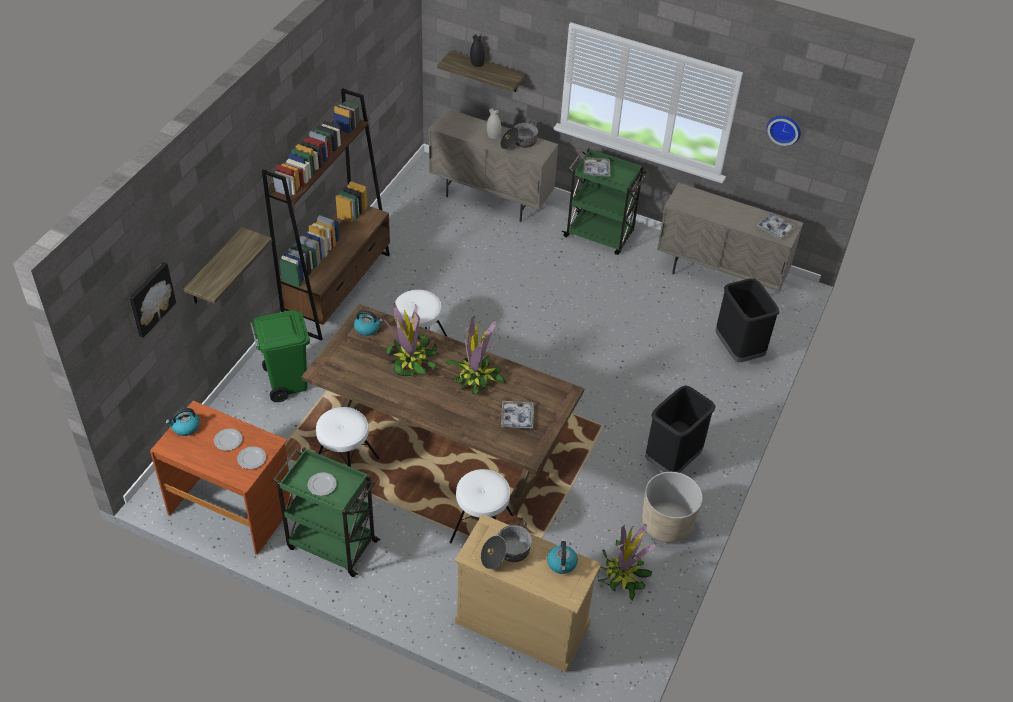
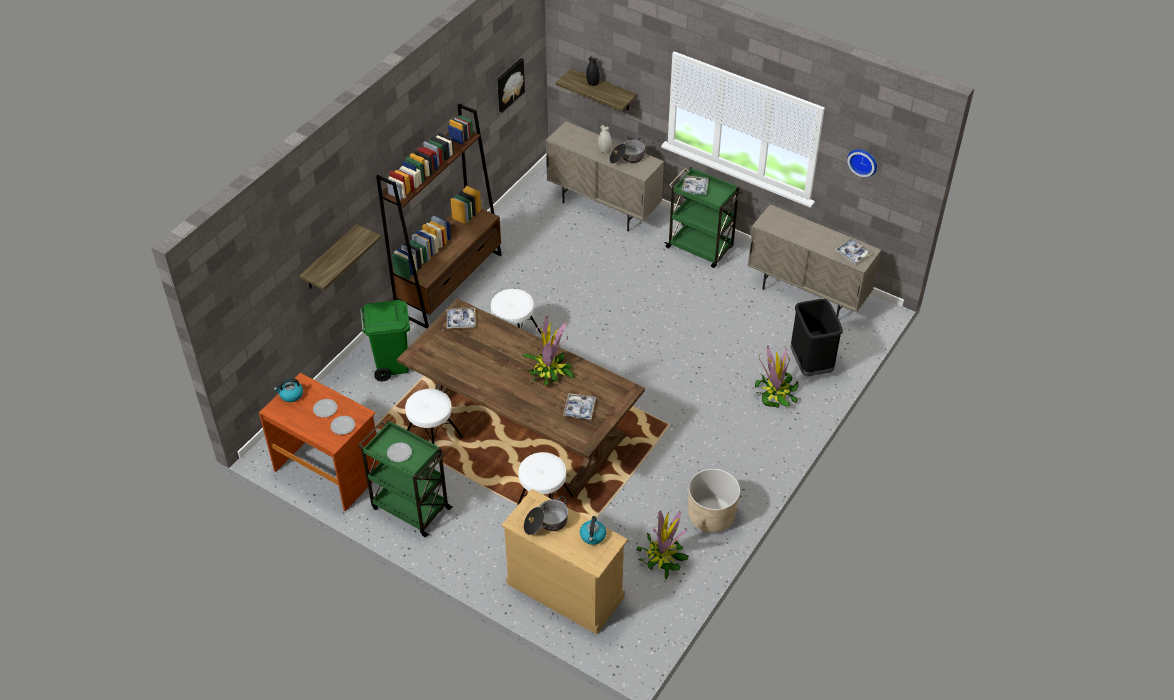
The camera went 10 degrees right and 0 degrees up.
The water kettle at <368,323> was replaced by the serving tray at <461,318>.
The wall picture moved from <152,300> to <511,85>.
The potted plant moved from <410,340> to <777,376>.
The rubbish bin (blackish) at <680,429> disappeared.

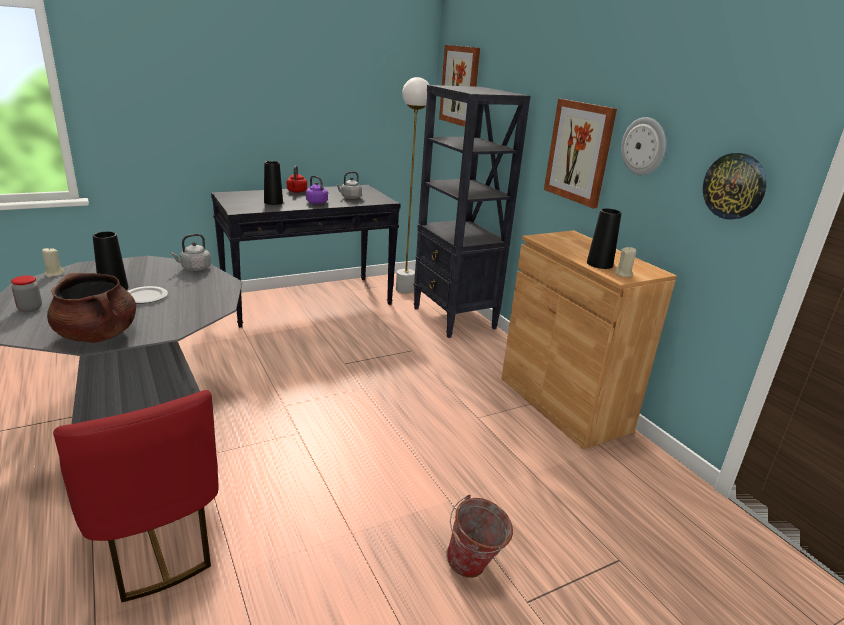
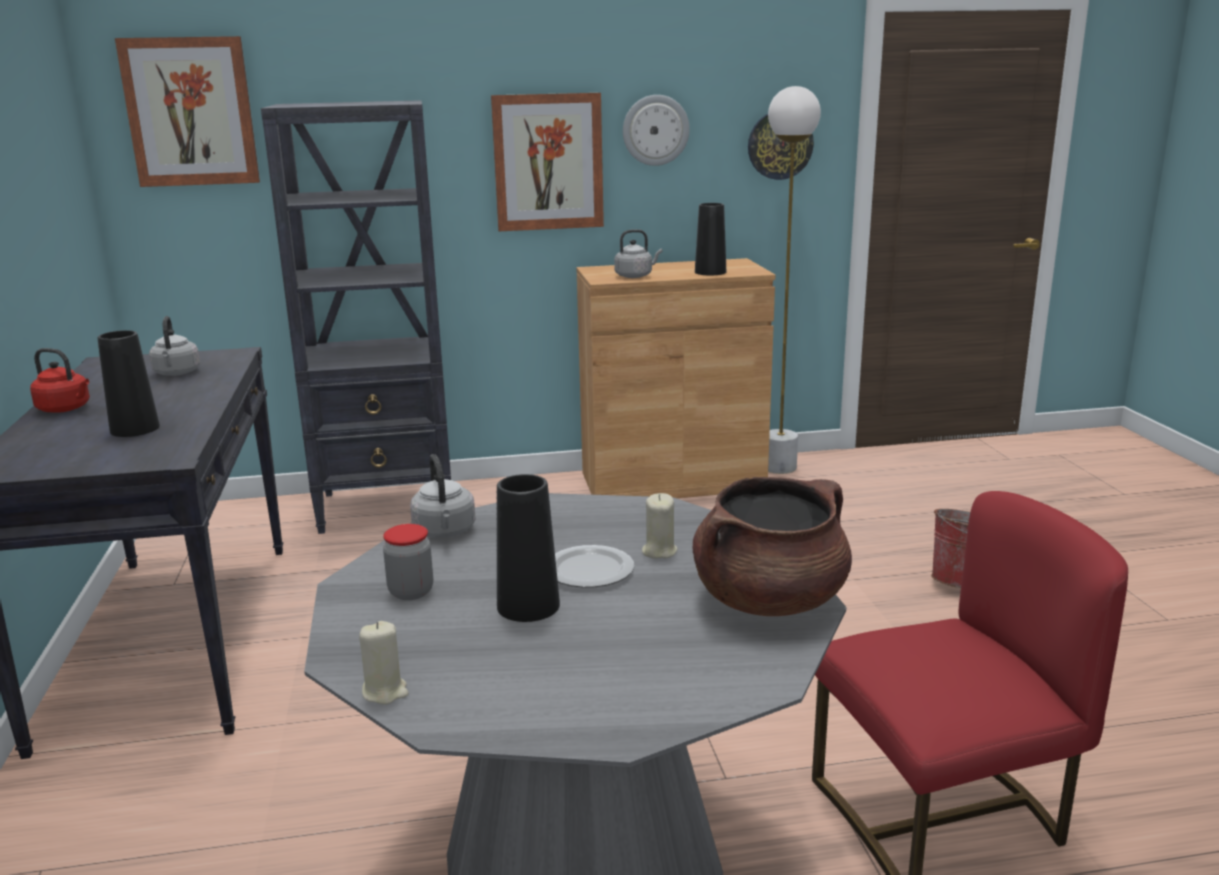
The camera went 70 degrees left and 5 degrees down.
The jar moved from <26,294> to <408,562>.
The water kettle (grey) at <638,253> appeared.
The wax candle (sand-coloured) moved from <625,262> to <660,526>.
The standard lamp (whitish) moved from <412,185> to <794,280>.
The water kettle (purple) at <317,190> disappeared.

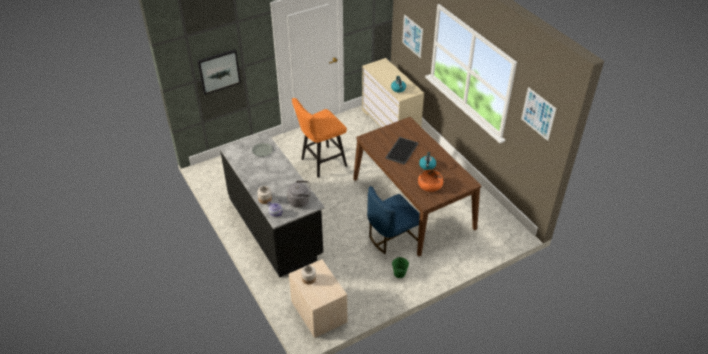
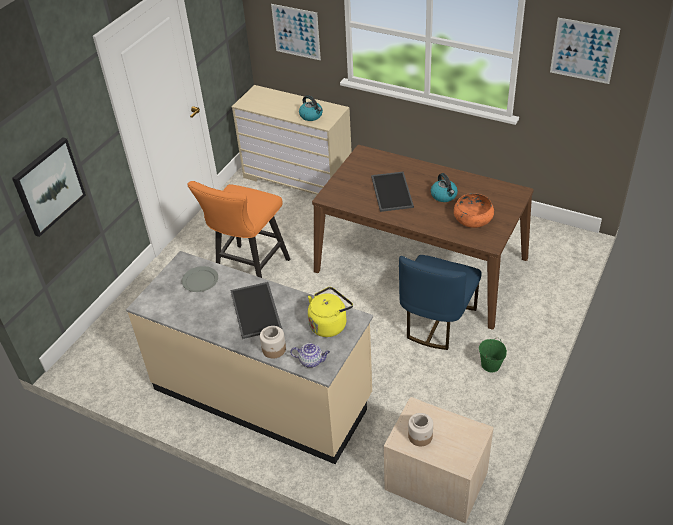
The camera went 30 degrees left and 0 degrees up.
The kitchen base unit (blackish) at <272,204> became the kitchen base unit (sand-coloured) at <249,357>.
The serving tray at <256,310> appeared.
The water kettle (grey) at <299,194> became the water kettle (yellowish) at <330,312>.

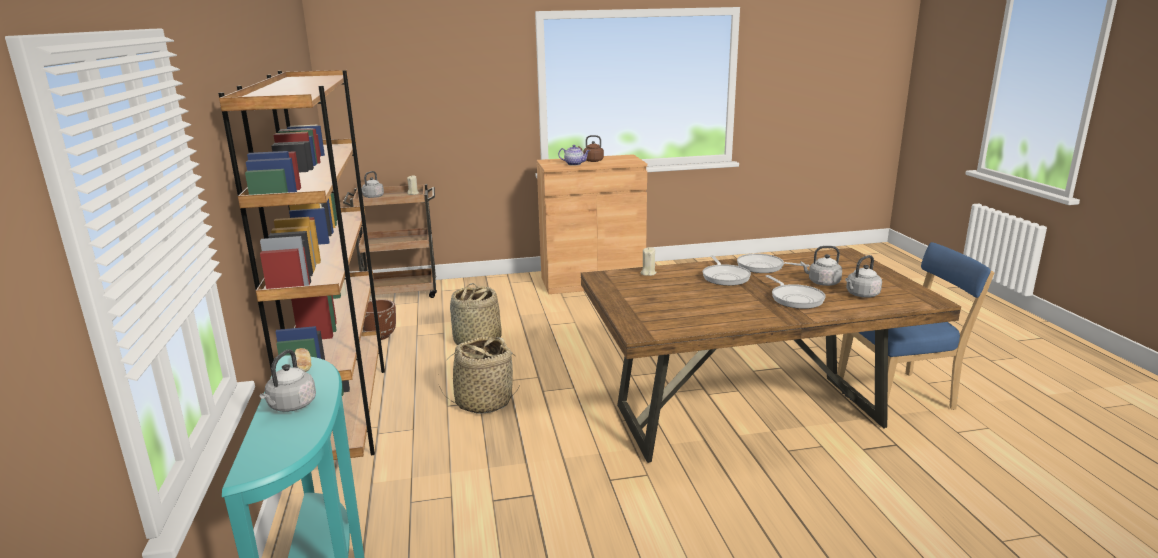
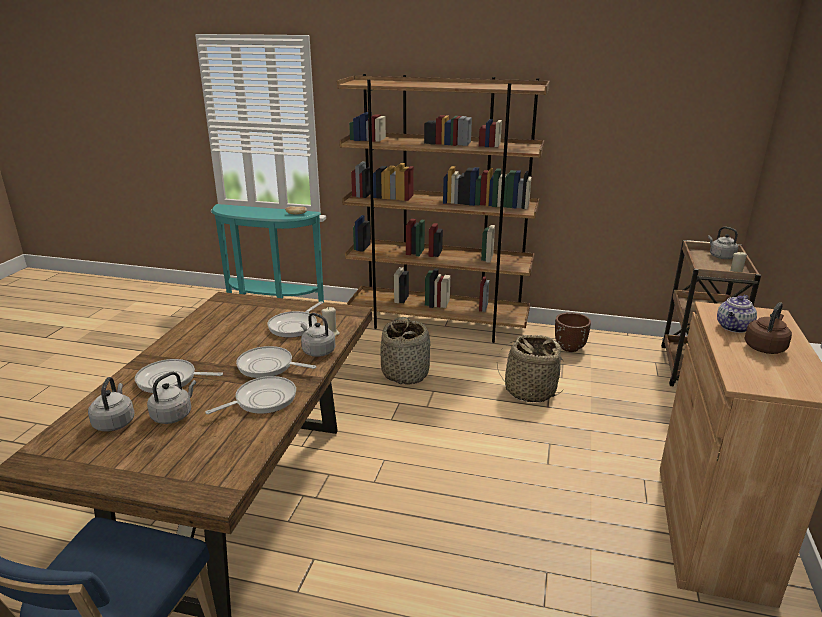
The camera went 115 degrees right and 5 degrees up.
The pan at <295,319> appeared.
The water kettle (grey) moved from <288,380> to <318,335>.

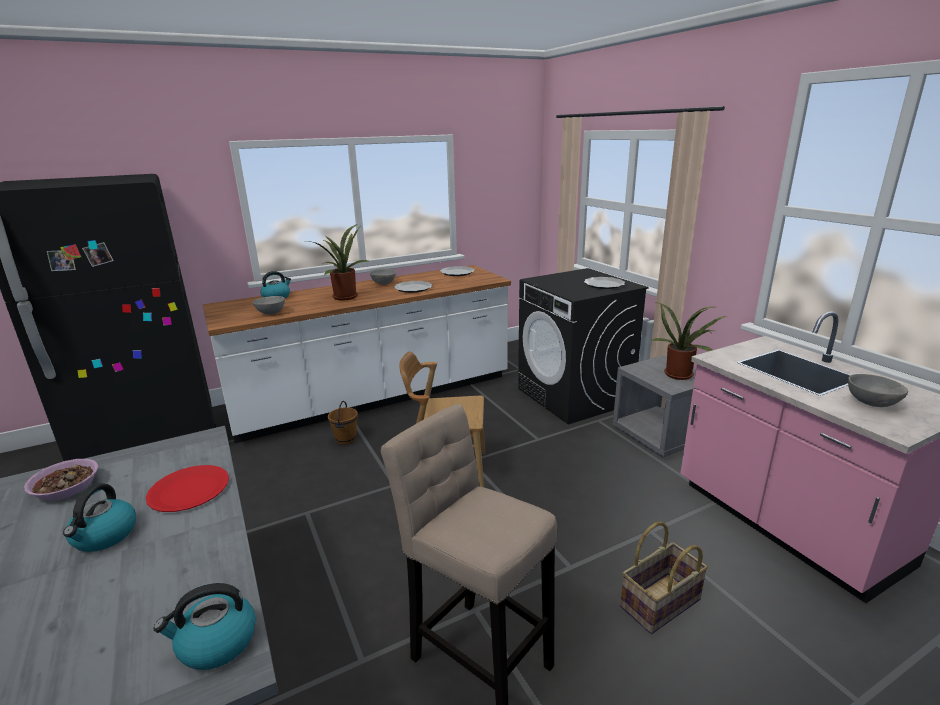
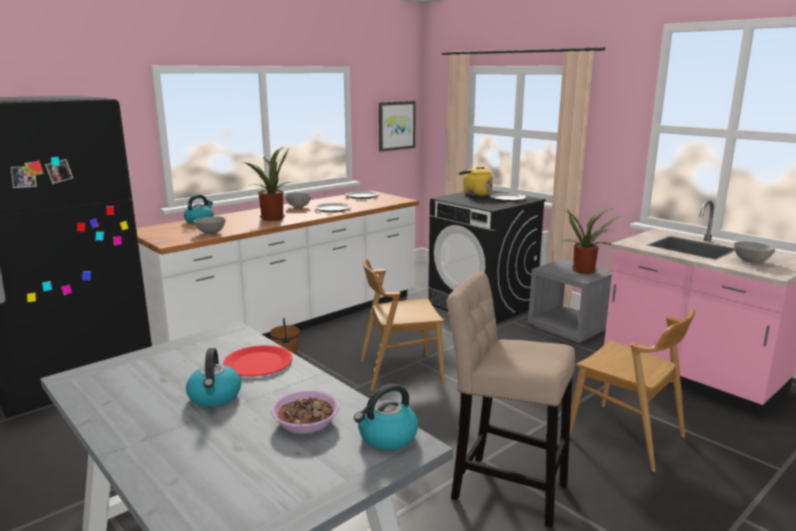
The camera went 15 degrees left and 5 degrees down.
The deep dish moved from <61,480> to <305,412>.
The wall picture at <397,126> appeared.
The water kettle (yellowish) at <476,181> appeared.
The storage basket at <664,578> was replaced by the chair (brownish) at <632,390>.

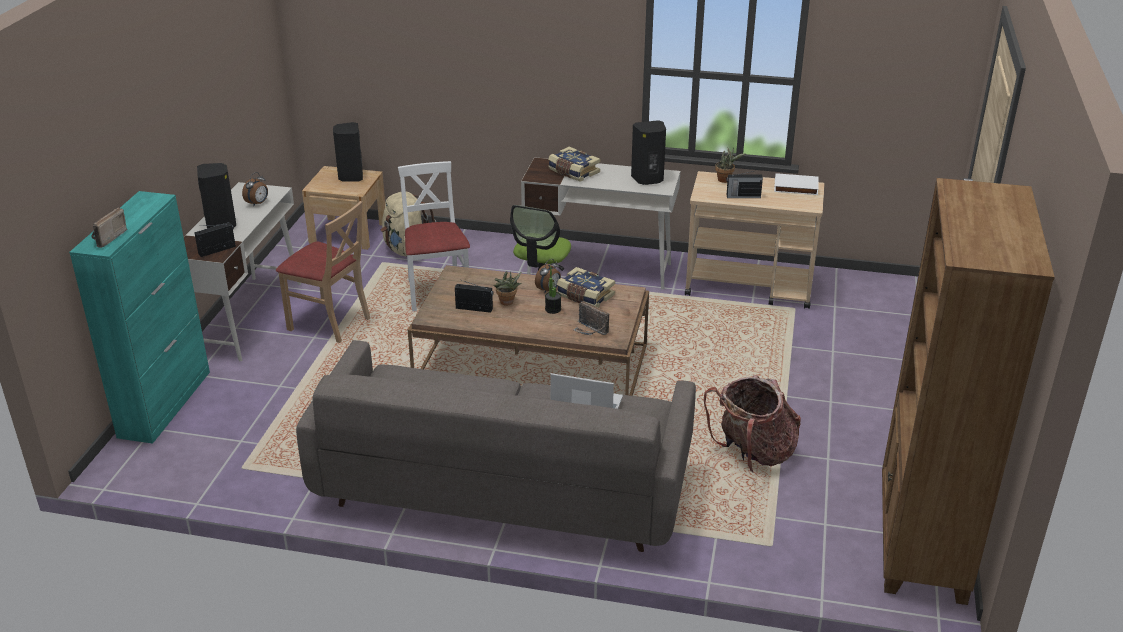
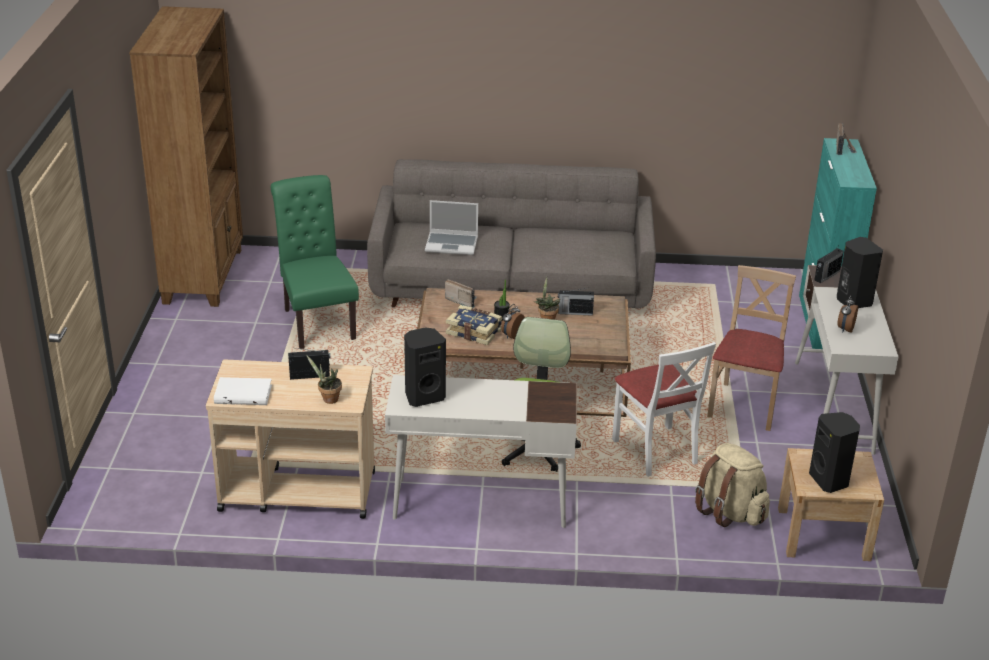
The camera went 170 degrees right and 0 degrees up.
The backpack at <752,423> was replaced by the chair (green) at <315,262>.
The chair (sand-coloured) at <323,272> turned 90 degrees clockwise.
The book at <574,164> disappeared.

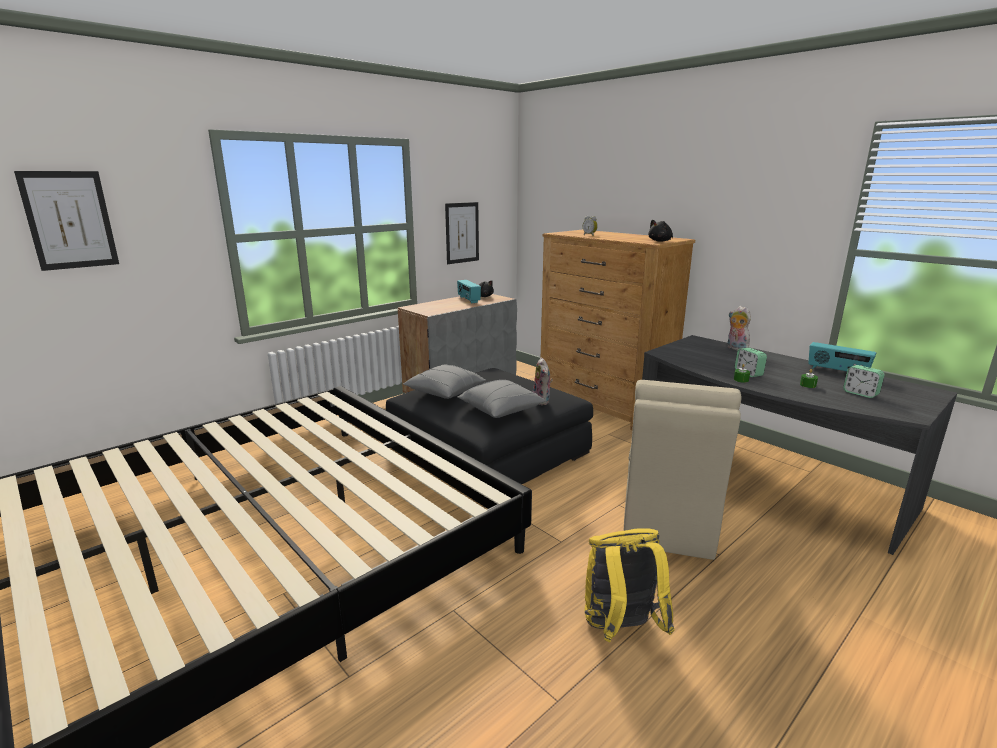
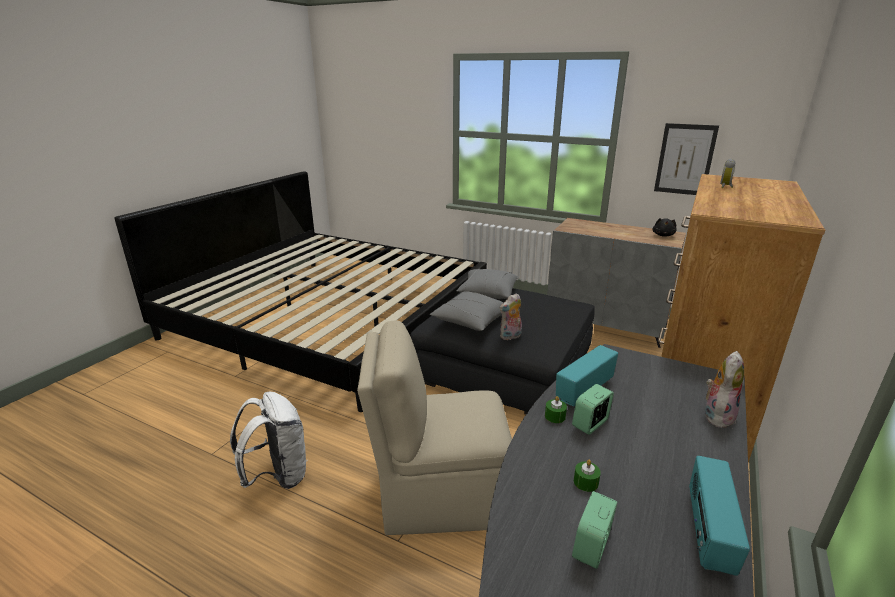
The camera went 70 degrees right and 5 degrees up.
The backpack (yellowish) at <629,585> became the backpack (whitish) at <269,440>.
The radio moved from <469,291> to <587,376>.
The wall picture at <66,221> disappeared.
The cuddly toy (blackish) at <660,230> disappeared.

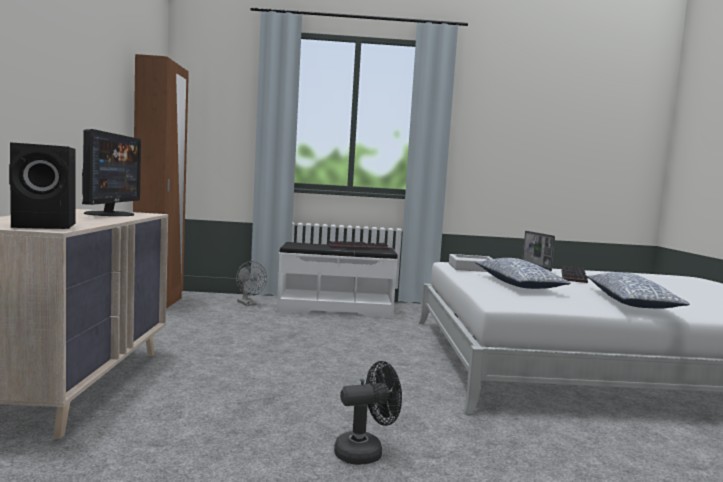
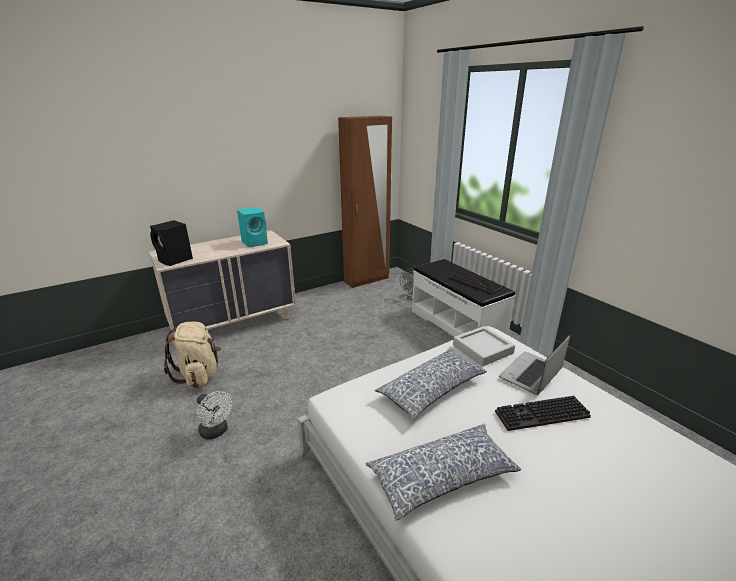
The camera went 60 degrees right and 20 degrees up.
The backpack (sand-coloured) at <192,355> appeared.
The electric fan (blackish) at <368,413> became the electric fan (whitish) at <214,415>.
The monitor at <111,172> was replaced by the speaker (turquoise) at <252,227>.

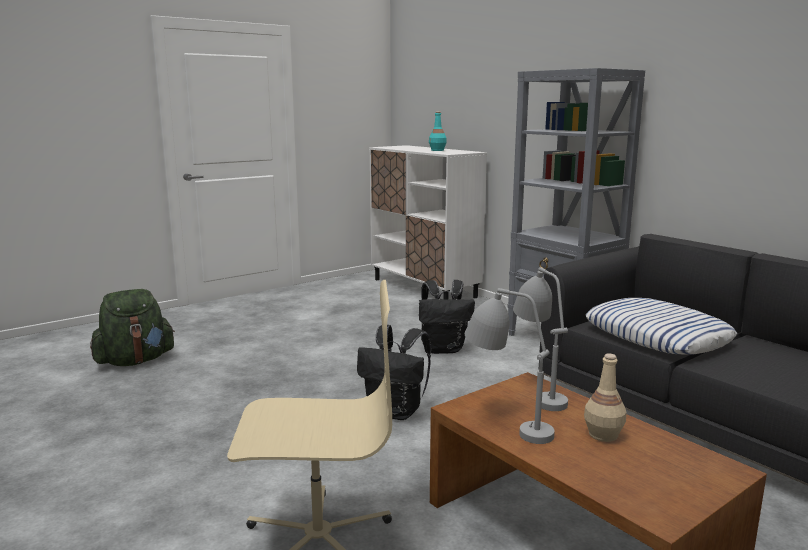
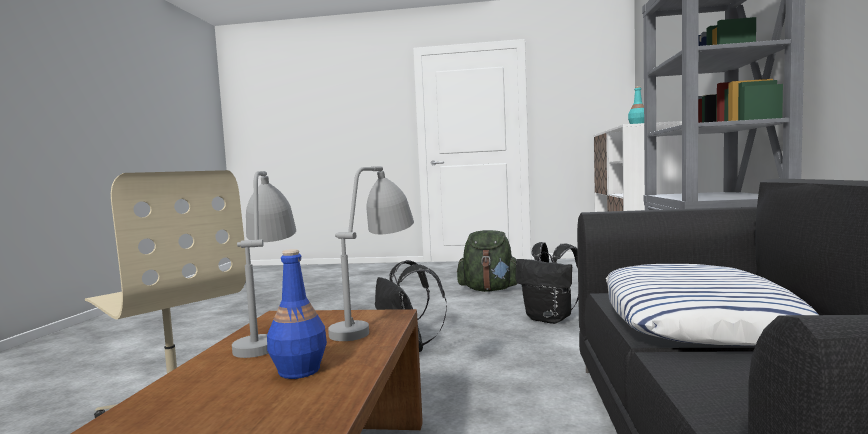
The camera went 45 degrees right and 10 degrees down.
The bottle (sand-coloured) at <605,397> became the bottle (bluish) at <297,314>.
The backpack (green) moved from <132,327> to <487,261>.

